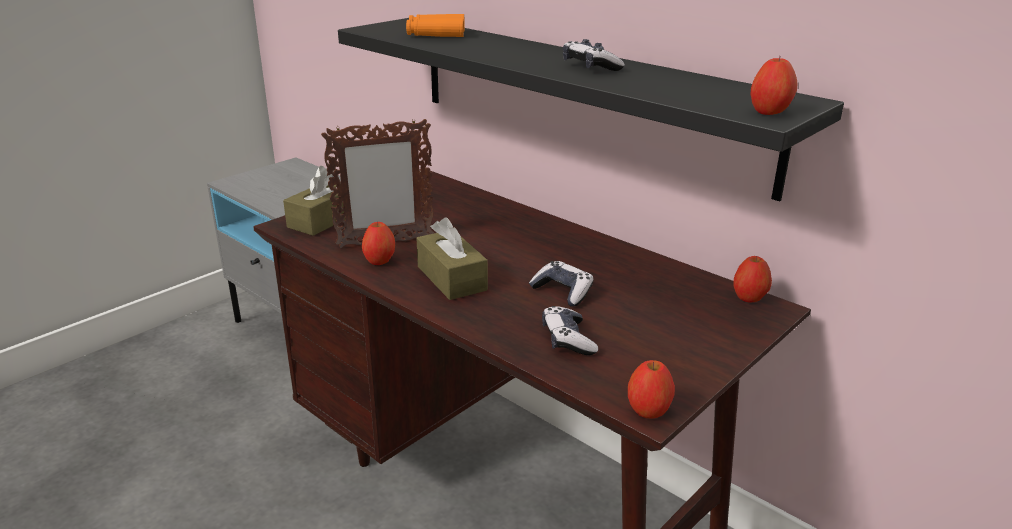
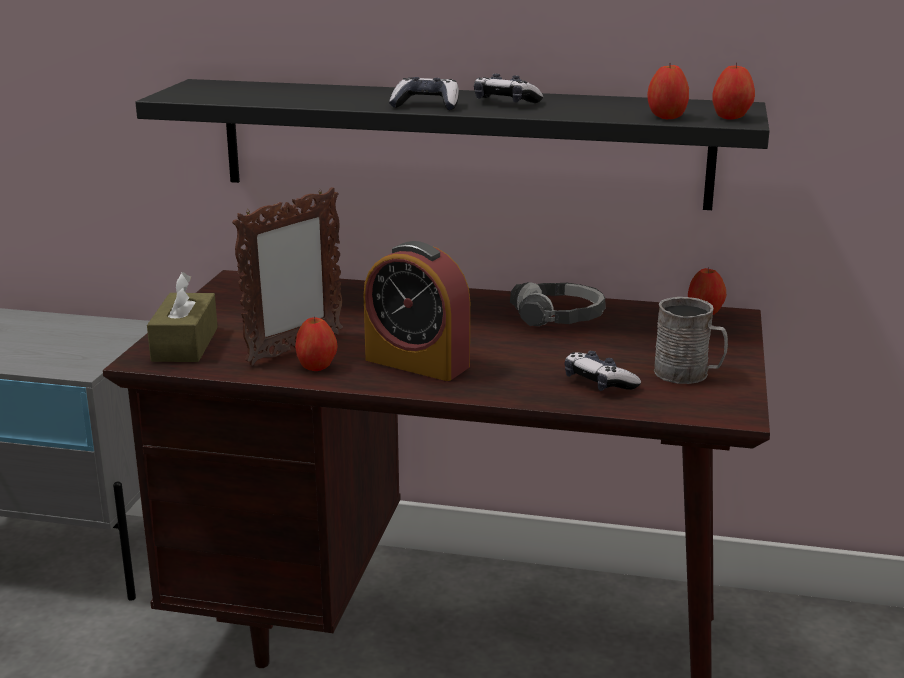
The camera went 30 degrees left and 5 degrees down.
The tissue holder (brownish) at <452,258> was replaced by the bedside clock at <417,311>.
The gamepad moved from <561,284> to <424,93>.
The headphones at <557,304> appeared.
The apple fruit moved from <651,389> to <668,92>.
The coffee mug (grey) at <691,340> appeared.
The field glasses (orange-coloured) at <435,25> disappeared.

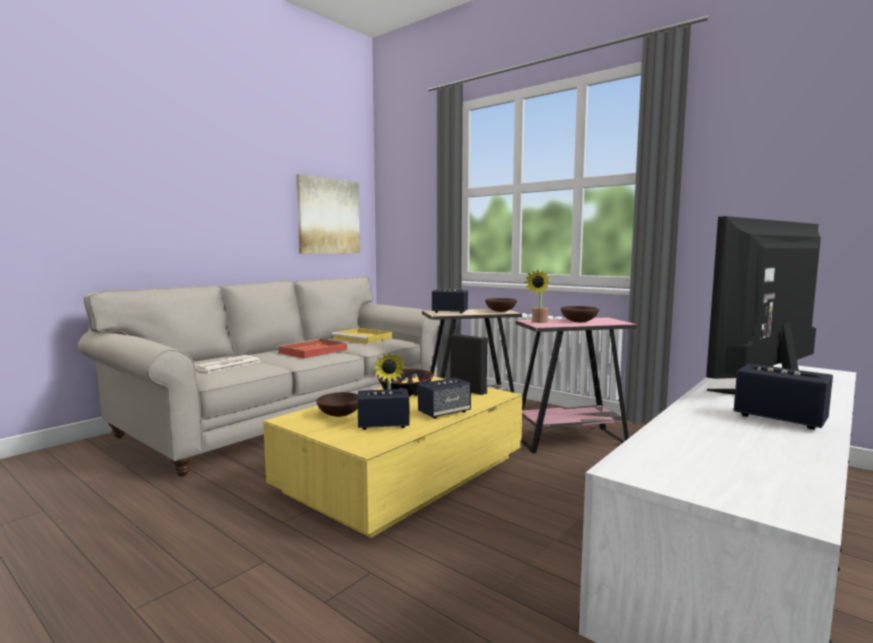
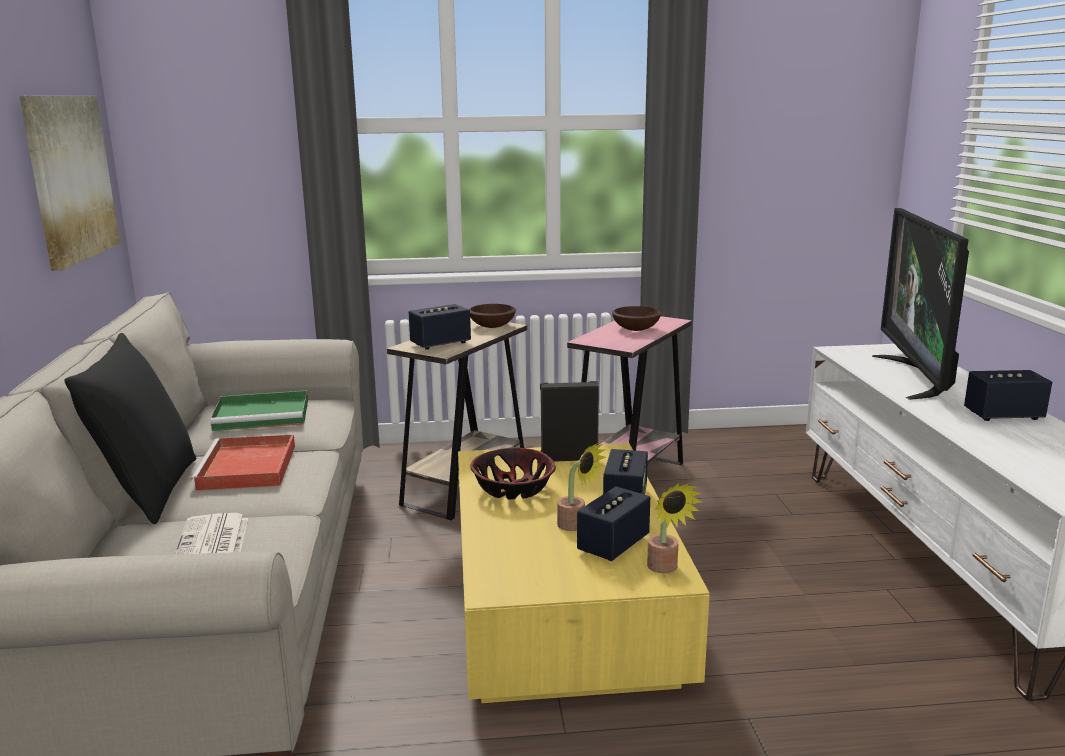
The camera went 45 degrees left and 10 degrees up.
The throw pillow (blackish) at <130,428> appeared.
The serving tray (yellowish) at <362,336> became the serving tray (green) at <259,410>.
The potted plant moved from <537,296> to <674,528>.
The deep dish (brownish) at <337,404> disappeared.

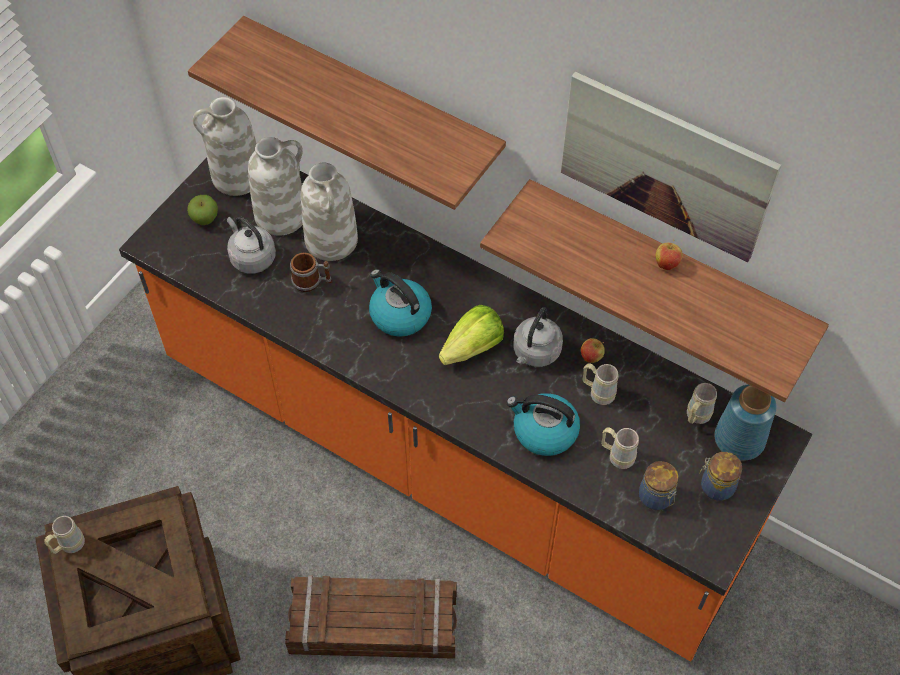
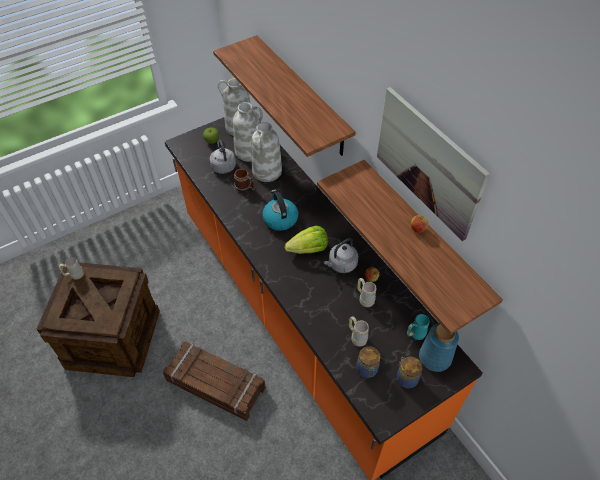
The camera went 25 degrees right and 5 degrees down.
The coffee mug (sand-coloured) at <702,403> became the coffee mug (turquoise) at <418,327>.
The water kettle at <543,424> disappeared.

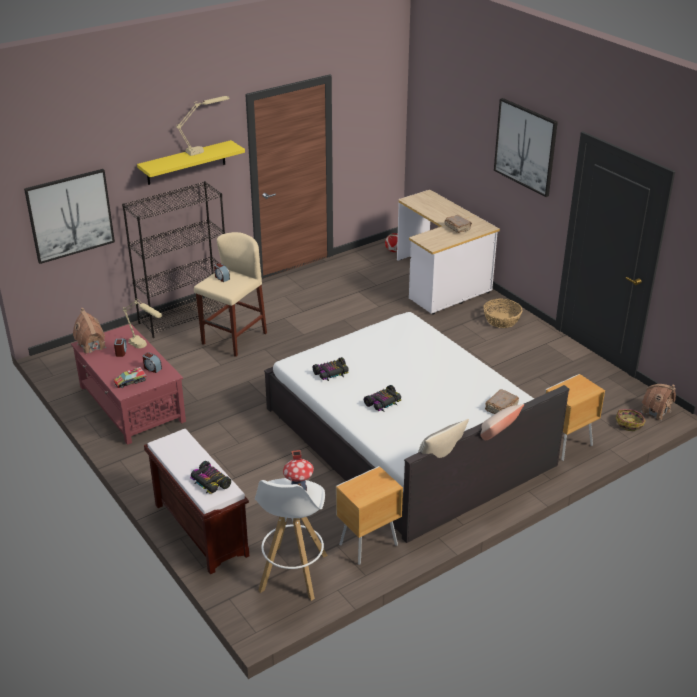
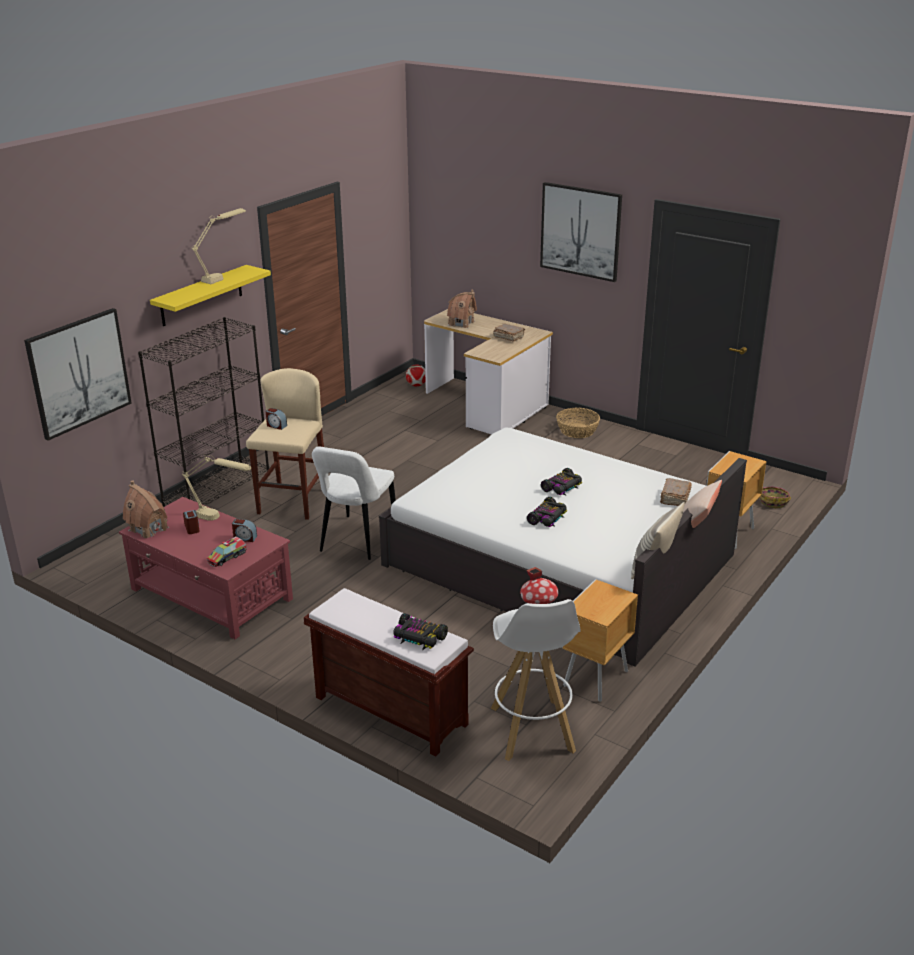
The camera went 20 degrees left and 5 degrees down.
The chair (whitish) at <354,503> appeared.
The miniature house moved from <658,402> to <462,309>.
The miniature car moved from <331,369> to <561,482>.

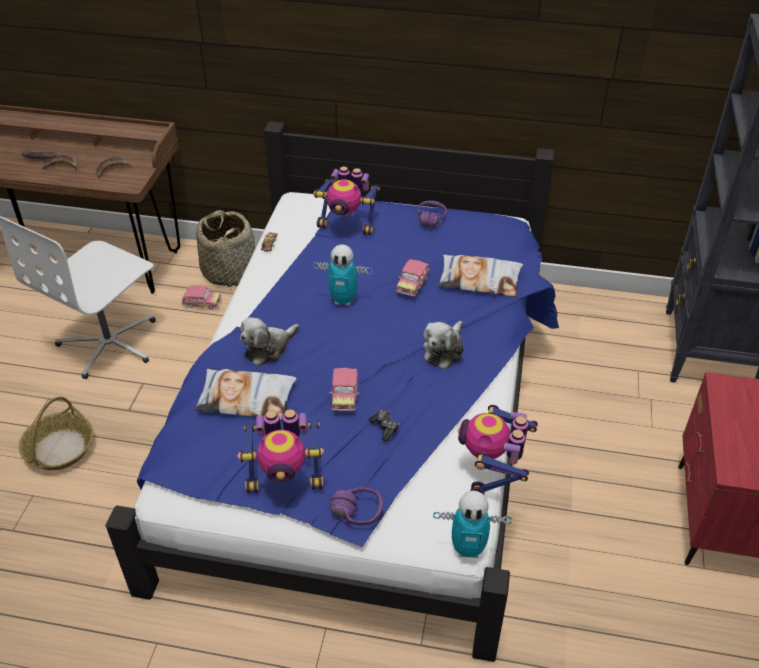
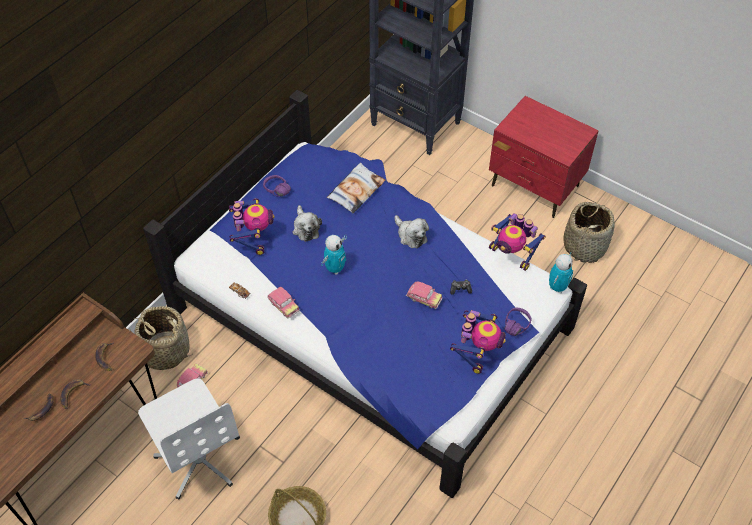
The camera went 65 degrees left and 10 degrees up.
The model robot at <346,200> turned 45 degrees counterclockwise.
The miniature car moved from <412,278> to <283,303>.
The cuddly toy moved from <269,341> to <307,223>.
The storage basket at <589,232> appeared.
The throw pillow at <245,394> disappeared.

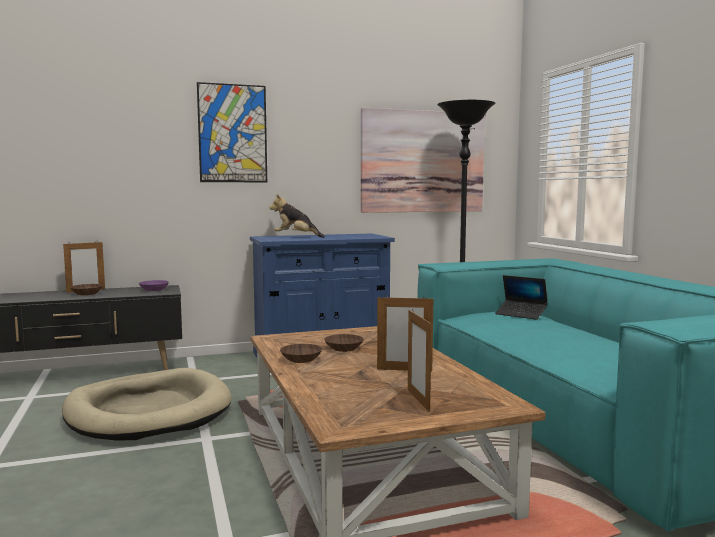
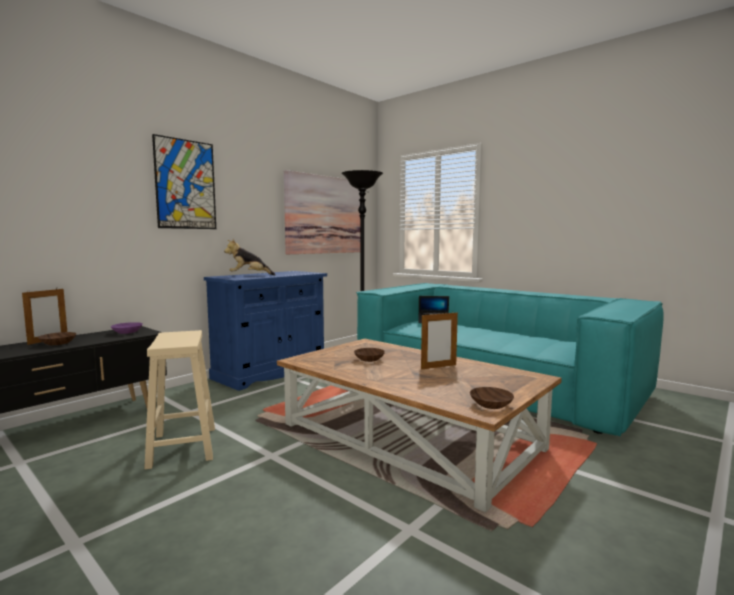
The camera went 30 degrees left and 0 degrees up.
The dog cushion (sand-coloured) at <147,404> was replaced by the stool seat (sand-coloured) at <179,400>.
The deep dish (brownish) moved from <301,353> to <492,398>.
The picture frame at <420,361> disappeared.

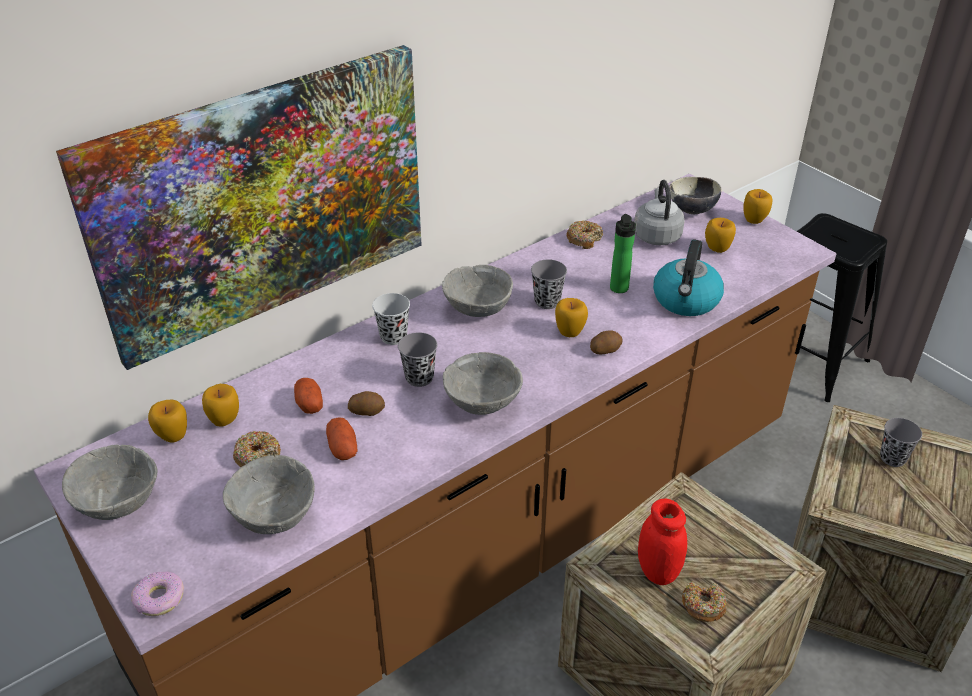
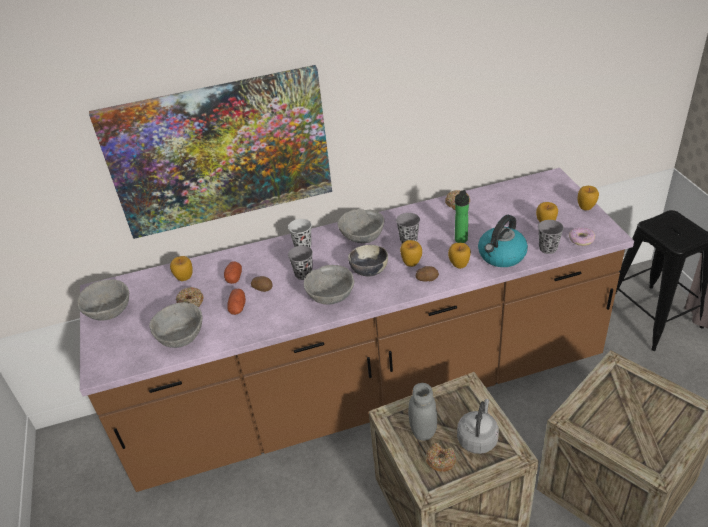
The camera went 25 degrees right and 0 degrees up.
The deep dish moved from <695,195> to <368,261>.
The jar (reddish) at <662,541> became the jar (grey) at <422,412>.
The apple fruit moved from <167,421> to <459,256>.
The water kettle (grey) moved from <659,212> to <478,426>.
The cup (grey) moved from <901,442> to <551,237>.
The donut moved from <157,594> to <582,236>.

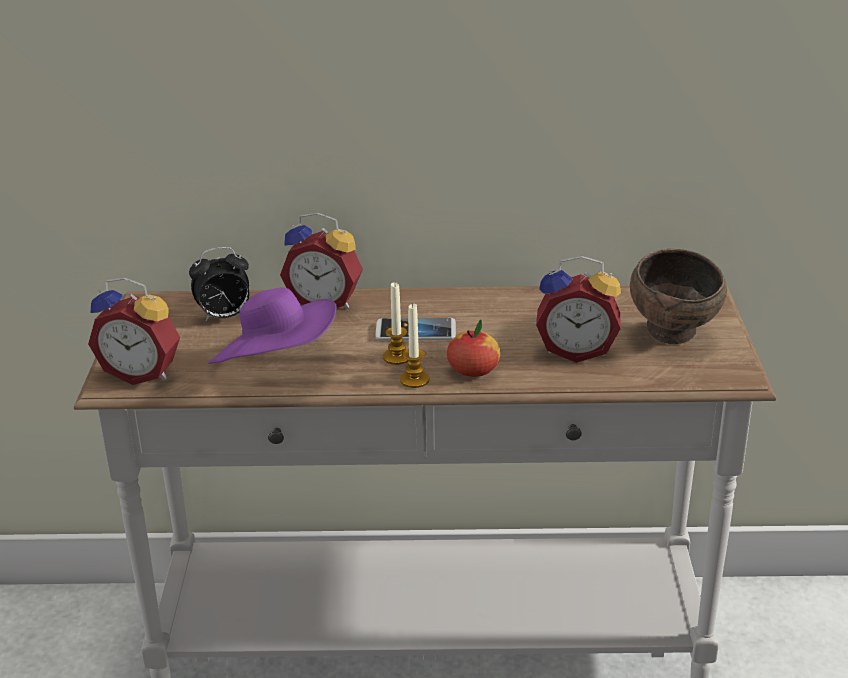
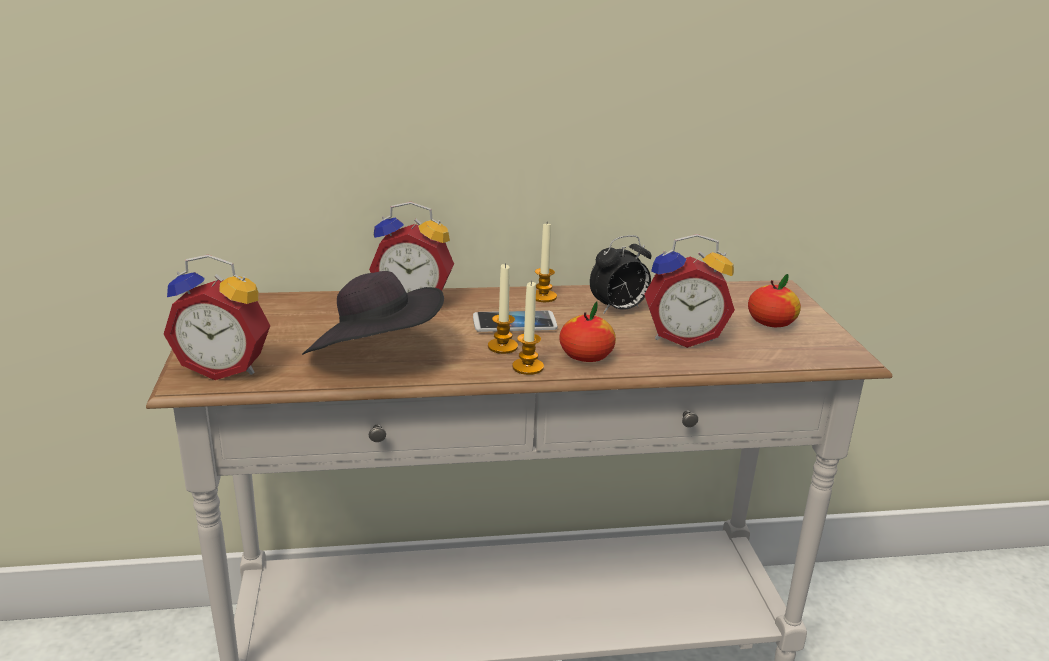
The camera went 10 degrees left and 5 degrees down.
The hat (purple) at <272,325> became the hat (blackish) at <373,313>.
The wax candle at <546,263> appeared.
The bedside clock moved from <219,284> to <621,274>.
The deep dish (brownish) at <678,296> was replaced by the apple fruit at <774,300>.

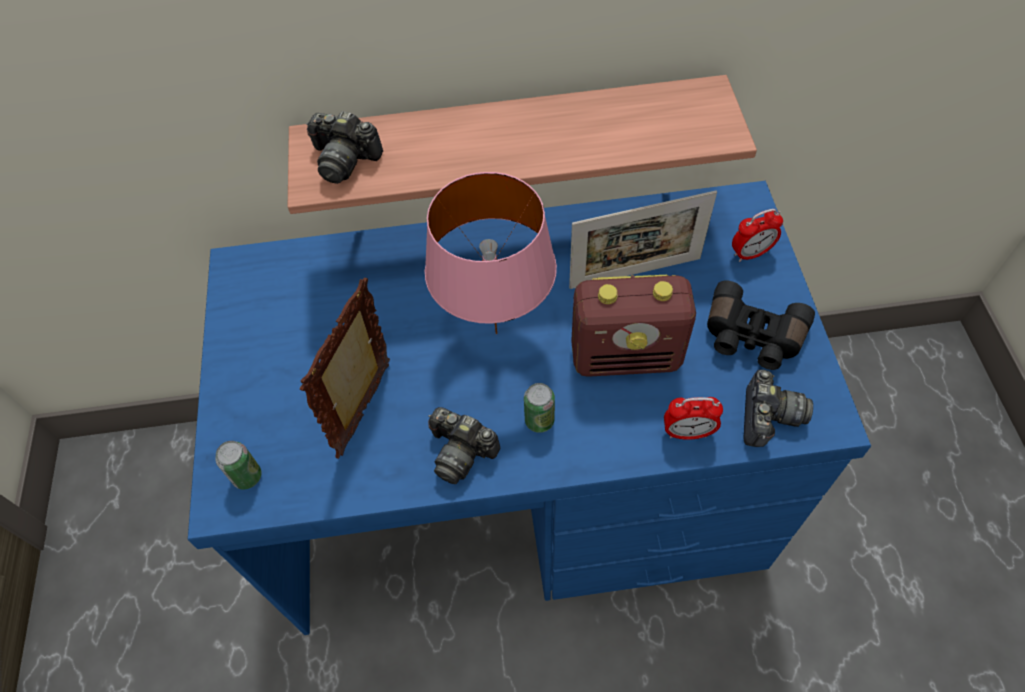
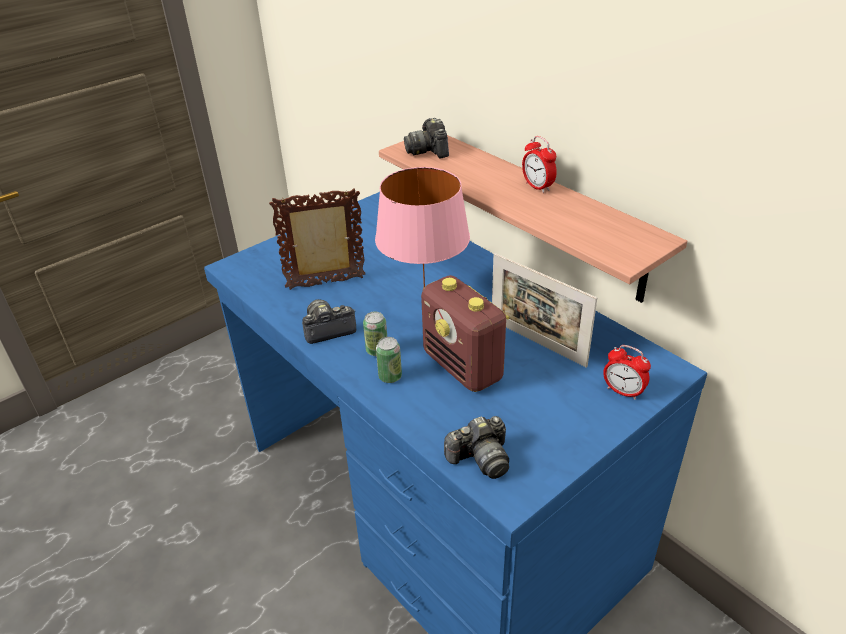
The camera went 55 degrees right and 20 degrees down.
The photo camera at <464,445> turned 75 degrees clockwise.
The sealed can moved from <238,465> to <389,360>.
The bedside clock moved from <693,418> to <539,164>.
The field glasses (blackish) at <761,325> disappeared.

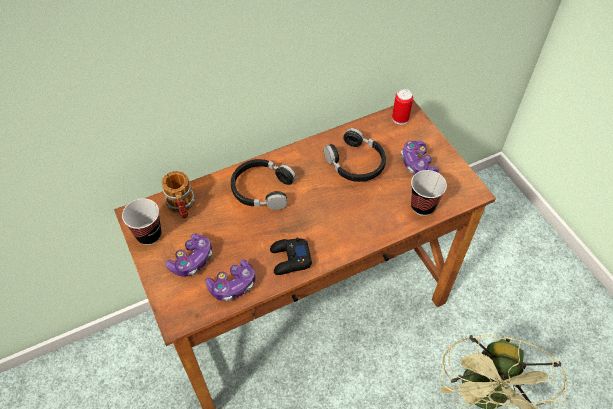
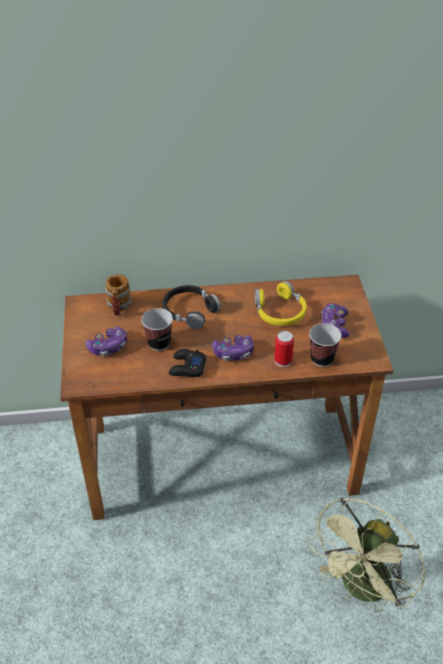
The camera went 20 degrees right and 10 degrees down.
The cup moved from <141,221> to <157,329>.
The gamepad moved from <230,281> to <233,348>.
The headphones (blackish) at <355,155> became the headphones (yellowish) at <281,303>.
The sealed can moved from <402,107> to <284,349>.

